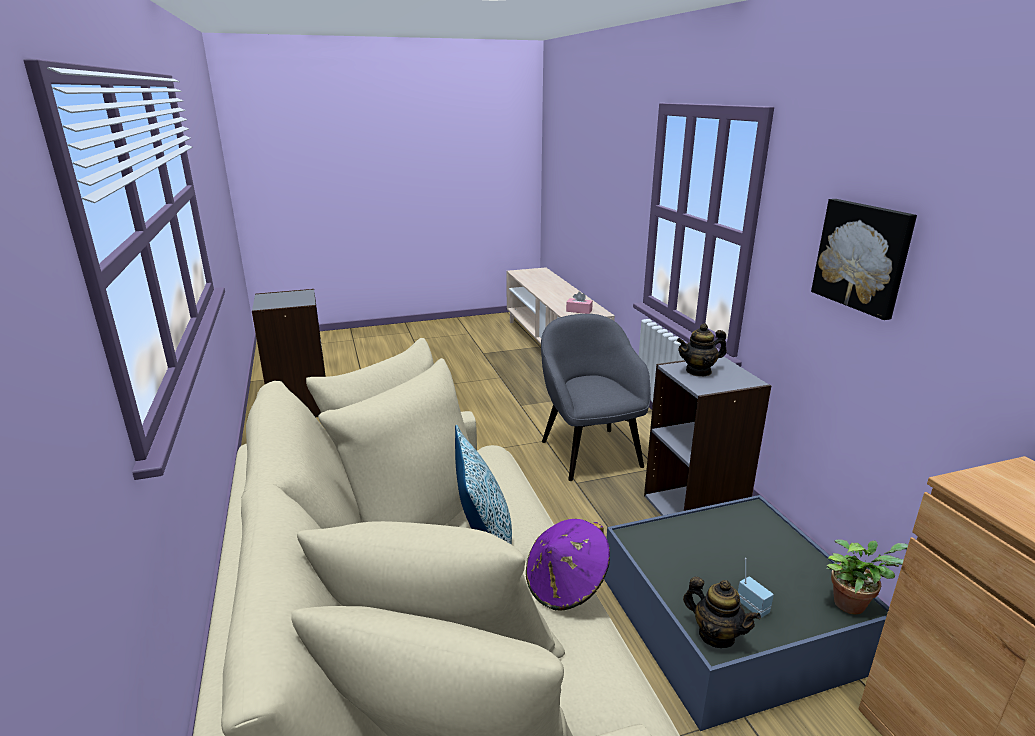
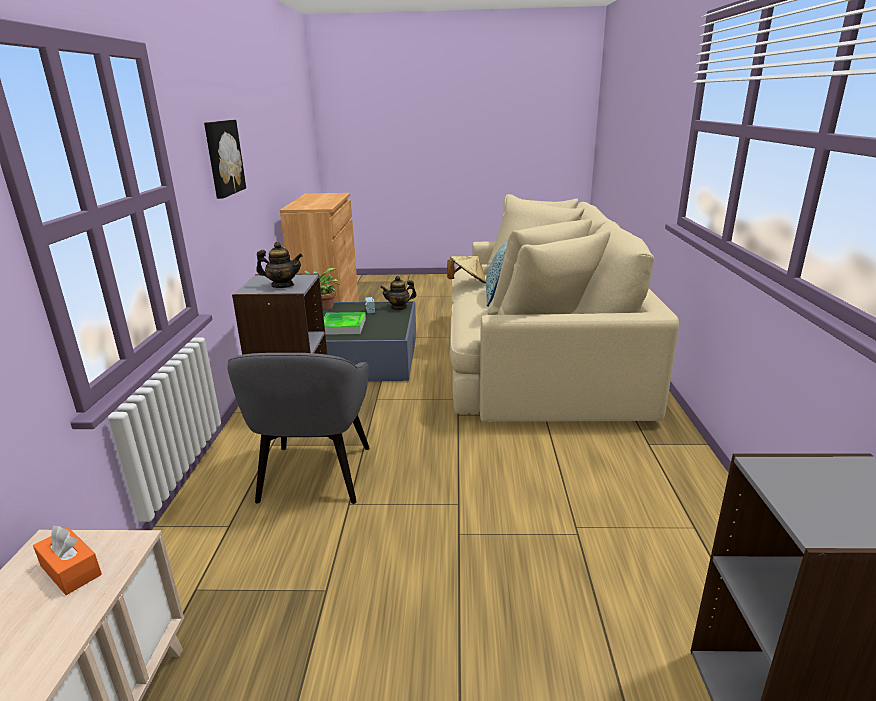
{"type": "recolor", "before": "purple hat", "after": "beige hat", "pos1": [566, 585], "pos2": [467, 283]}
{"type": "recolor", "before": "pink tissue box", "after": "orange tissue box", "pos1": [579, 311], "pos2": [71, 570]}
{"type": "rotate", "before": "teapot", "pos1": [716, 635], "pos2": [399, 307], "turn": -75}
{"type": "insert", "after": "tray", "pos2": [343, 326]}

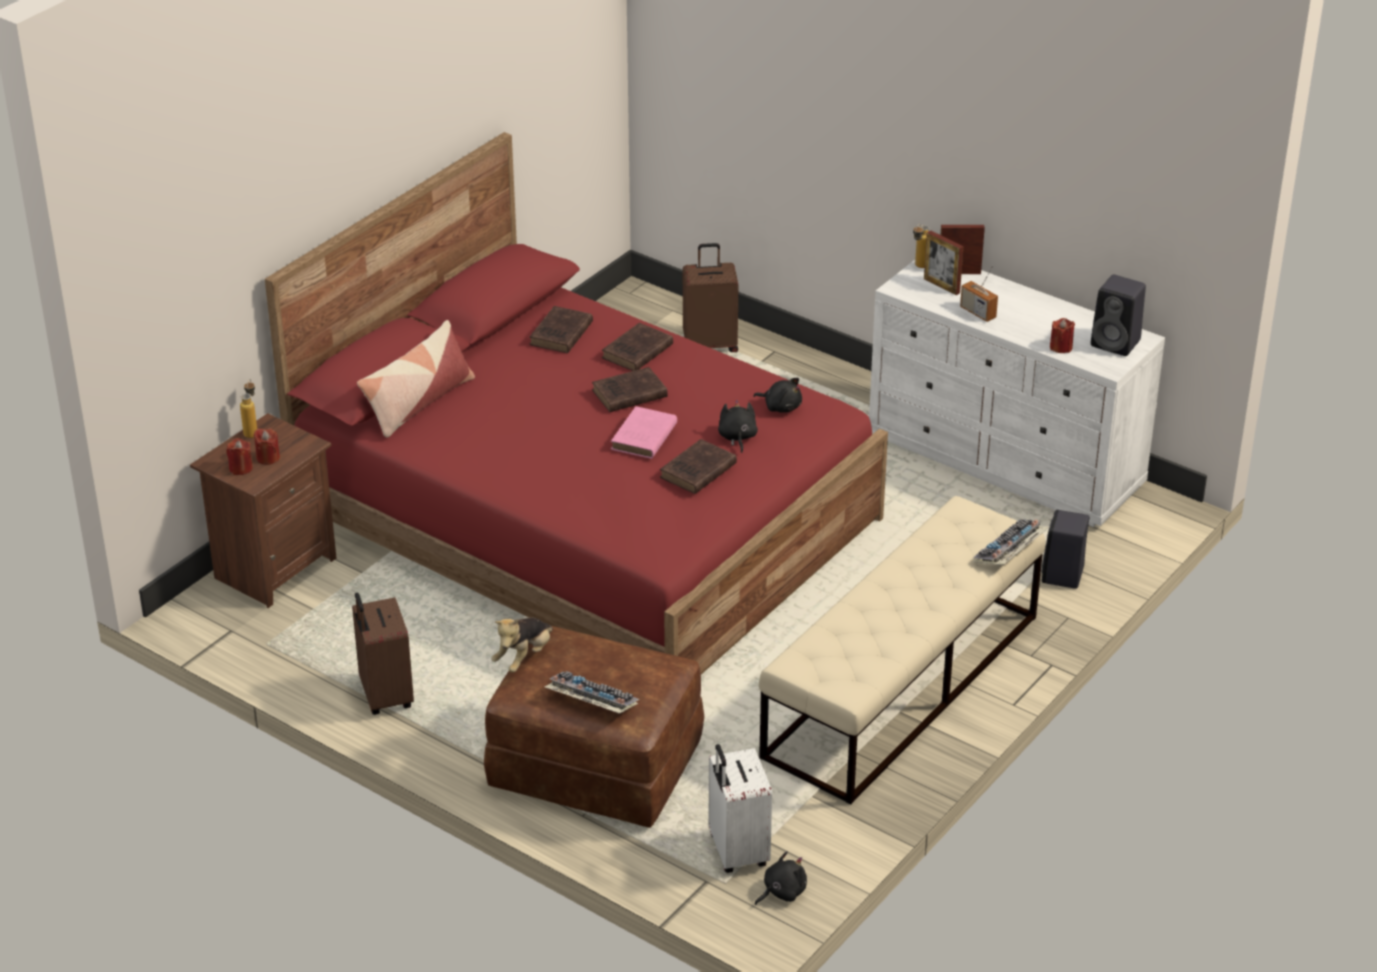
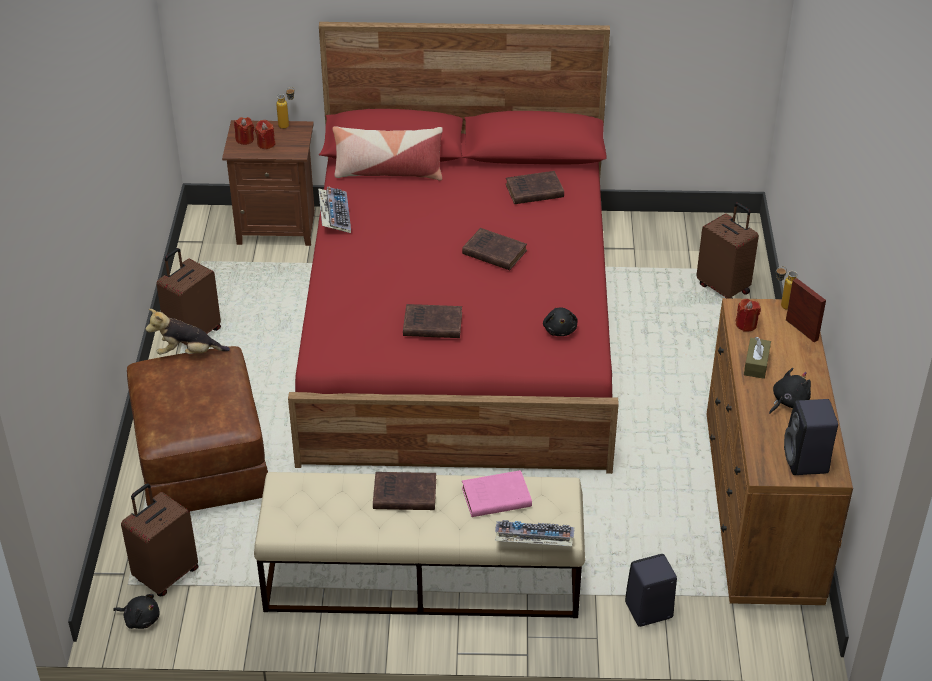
{"type": "move", "before": "keyboard", "pos1": [590, 701], "pos2": [334, 214]}
{"type": "move", "before": "brown book", "pos1": [636, 352], "pos2": [403, 494]}
{"type": "move", "before": "pink book", "pos1": [643, 438], "pos2": [494, 497]}
{"type": "recolor", "before": "white suitcase", "after": "brown suitcase", "pos1": [736, 852], "pos2": [166, 574]}
{"type": "move", "before": "black plush toy", "pos1": [737, 437], "pos2": [788, 402]}
{"type": "recolor", "before": "white dresser", "after": "brown dresser", "pos1": [1007, 461], "pos2": [761, 510]}
{"type": "delete", "before": "picture frame", "pos1": [941, 286]}
{"type": "replace", "before": "radio", "after": "brown tissue box", "pos1": [978, 312], "pos2": [756, 364]}
{"type": "move", "before": "red candle", "pos1": [1061, 347], "pos2": [746, 325]}

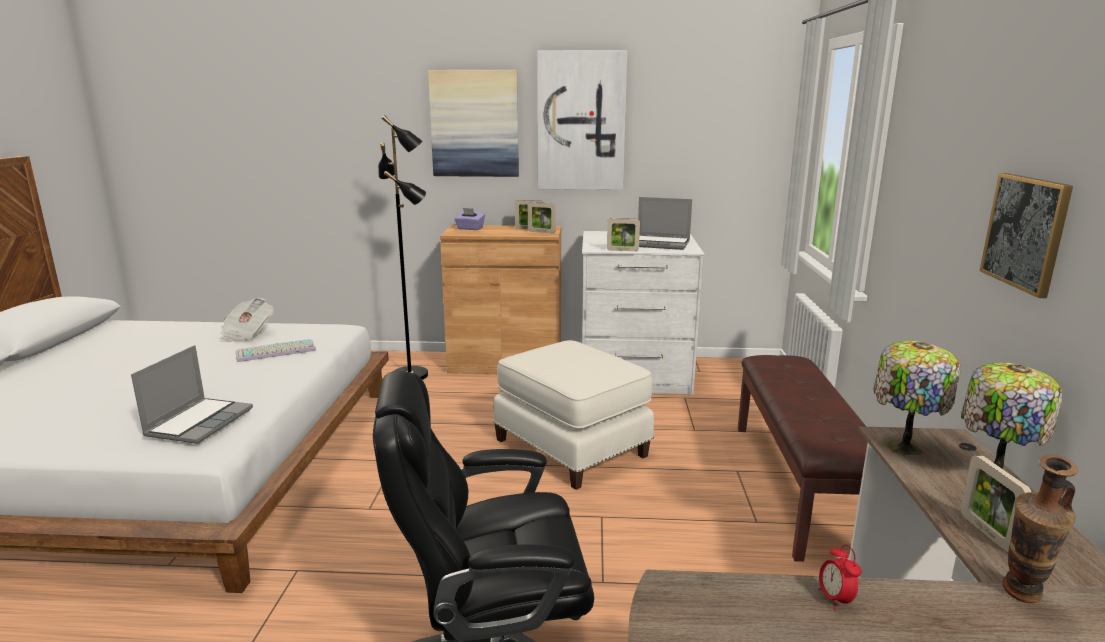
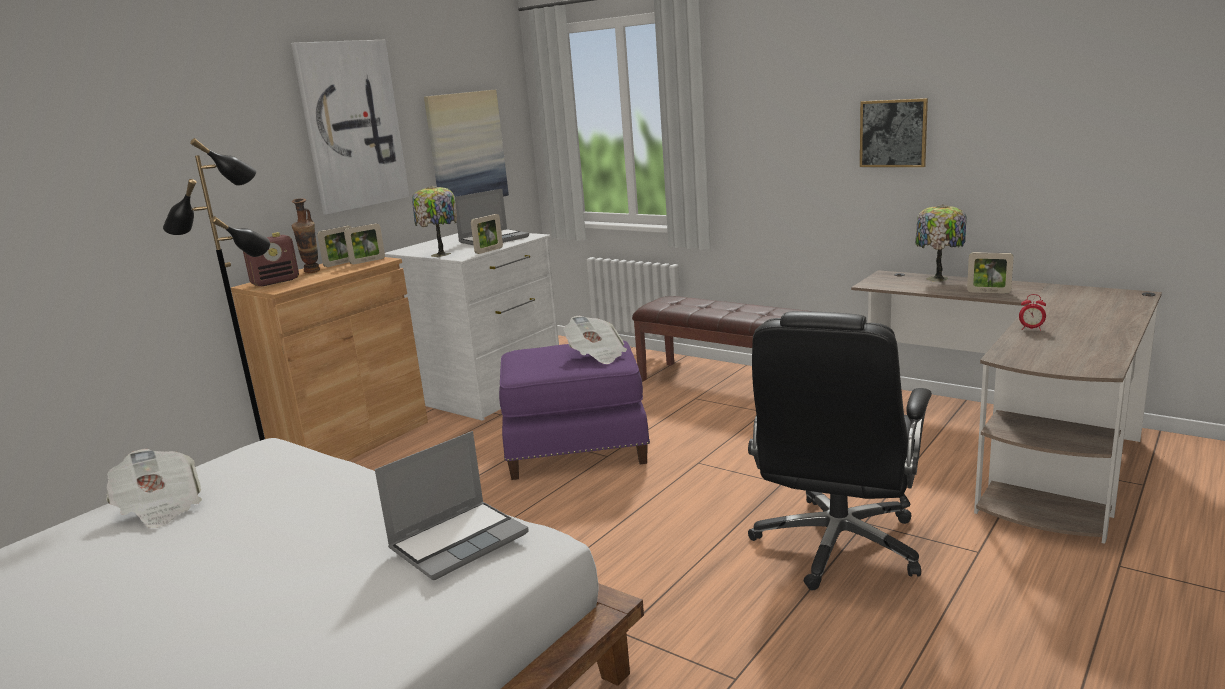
{"type": "rotate", "before": "laptop", "pos1": [199, 422], "pos2": [459, 540], "turn": 90}
{"type": "delete", "before": "keyboard", "pos1": [275, 352]}
{"type": "move", "before": "picture", "pos1": [474, 124], "pos2": [466, 148]}
{"type": "replace", "before": "purple tissue box", "after": "radio", "pos1": [470, 228], "pos2": [276, 282]}
{"type": "recolor", "before": "white ottoman", "after": "purple ottoman", "pos1": [572, 447], "pos2": [576, 448]}
{"type": "move", "before": "table lamp", "pos1": [902, 448], "pos2": [440, 255]}
{"type": "move", "before": "vase", "pos1": [1020, 599], "pos2": [312, 272]}
{"type": "insert", "after": "newspaper", "pos2": [596, 355]}

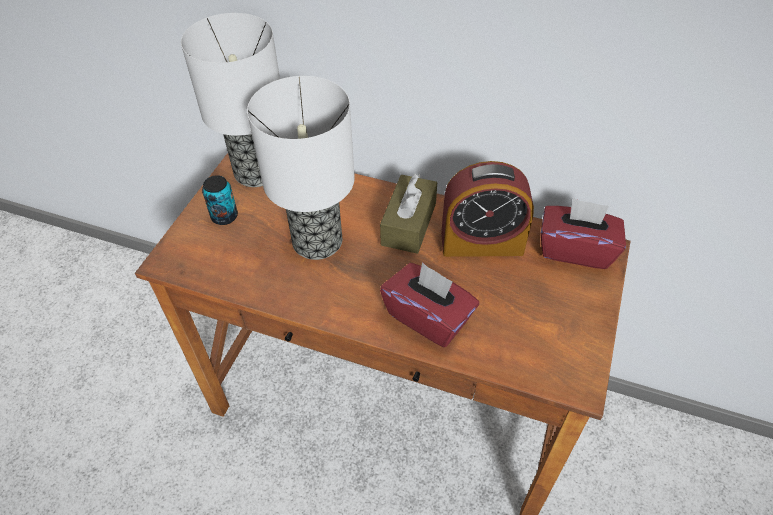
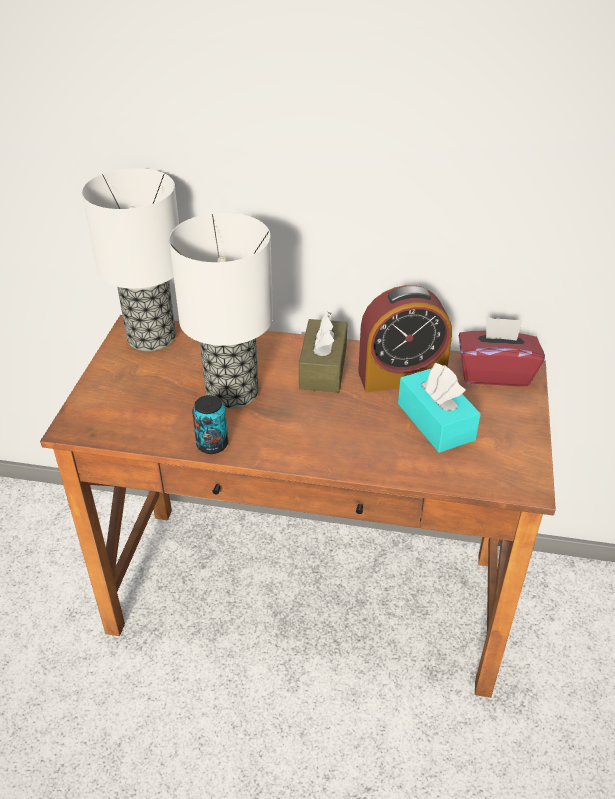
{"type": "move", "before": "can", "pos1": [224, 216], "pos2": [212, 444]}
{"type": "delete", "before": "red tissue box", "pos1": [428, 317]}
{"type": "insert", "after": "turquoise tissue box", "pos2": [435, 421]}

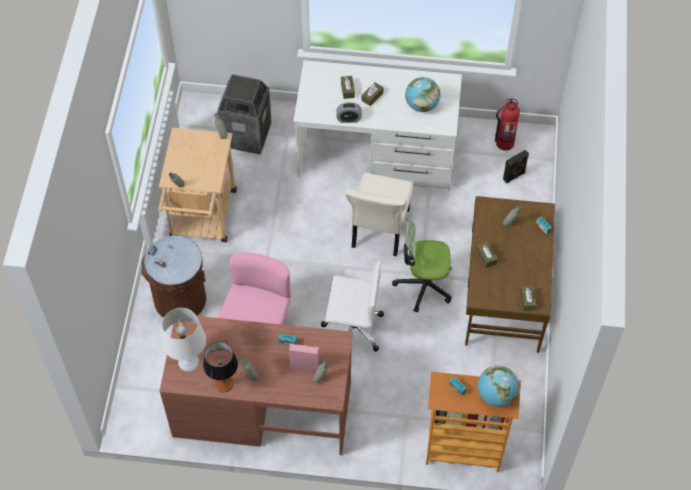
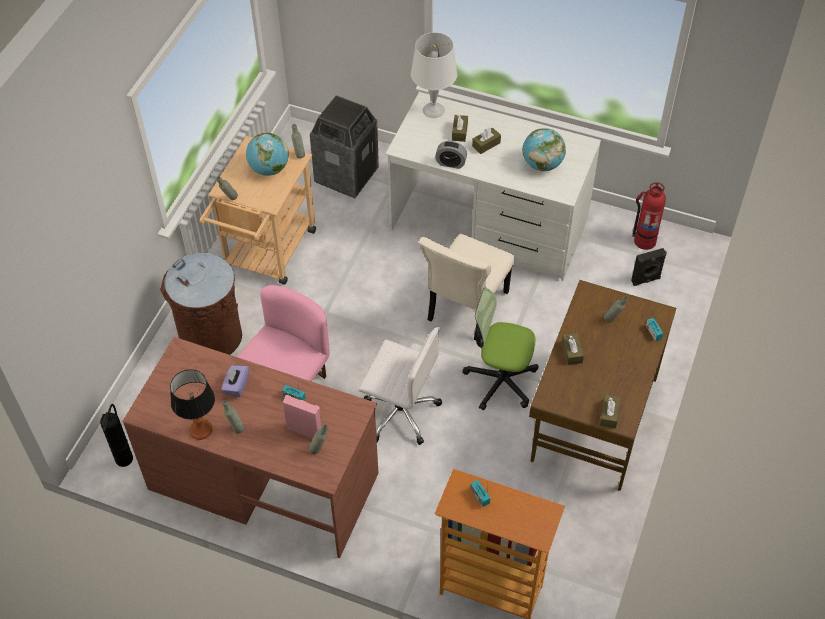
{"type": "move", "before": "white table lamp", "pos1": [188, 362], "pos2": [433, 110]}
{"type": "move", "before": "globe", "pos1": [496, 395], "pos2": [269, 169]}
{"type": "insert", "after": "fire extinguisher", "pos2": [124, 458]}
{"type": "insert", "after": "purple tissue box", "pos2": [236, 386]}

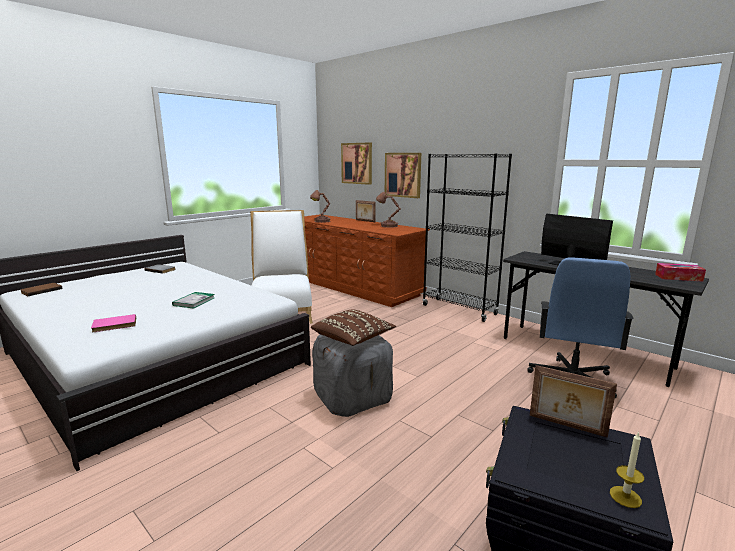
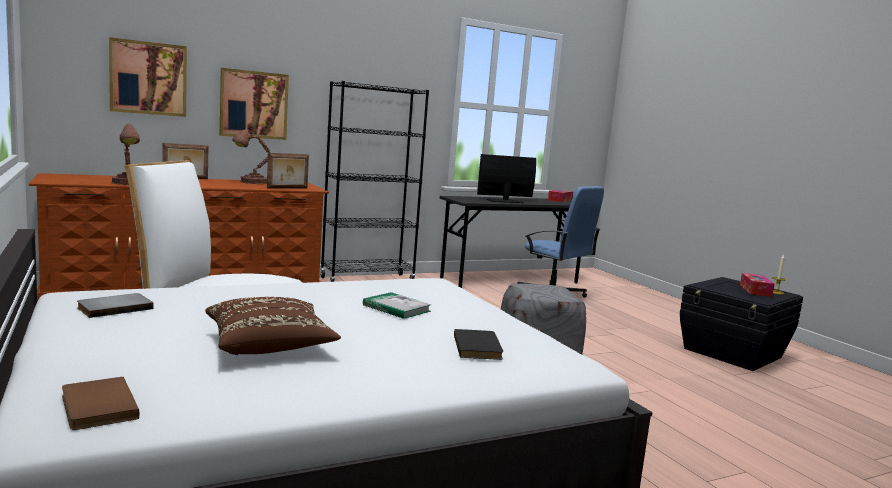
{"type": "recolor", "before": "pink book", "after": "black book", "pos1": [114, 325], "pos2": [479, 347]}
{"type": "move", "before": "brown pillow", "pos1": [353, 339], "pos2": [270, 346]}
{"type": "move", "before": "picture frame", "pos1": [566, 426], "pos2": [287, 188]}
{"type": "insert", "after": "tissue box", "pos2": [755, 290]}

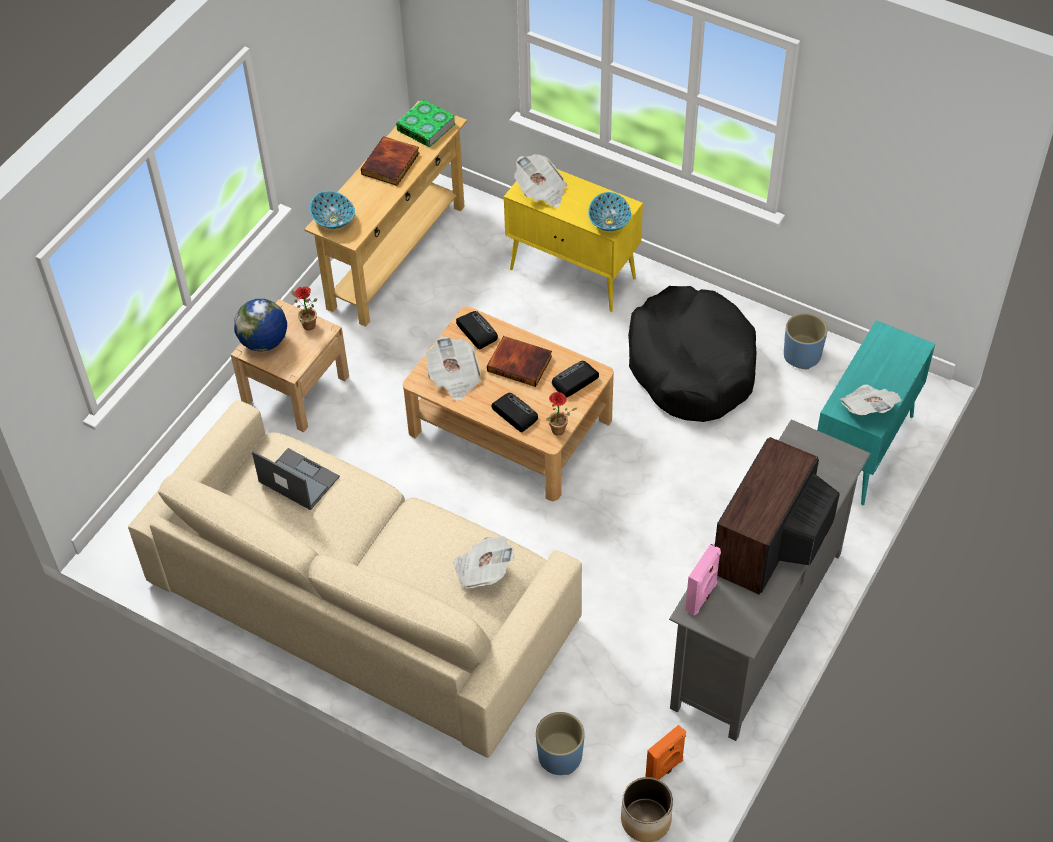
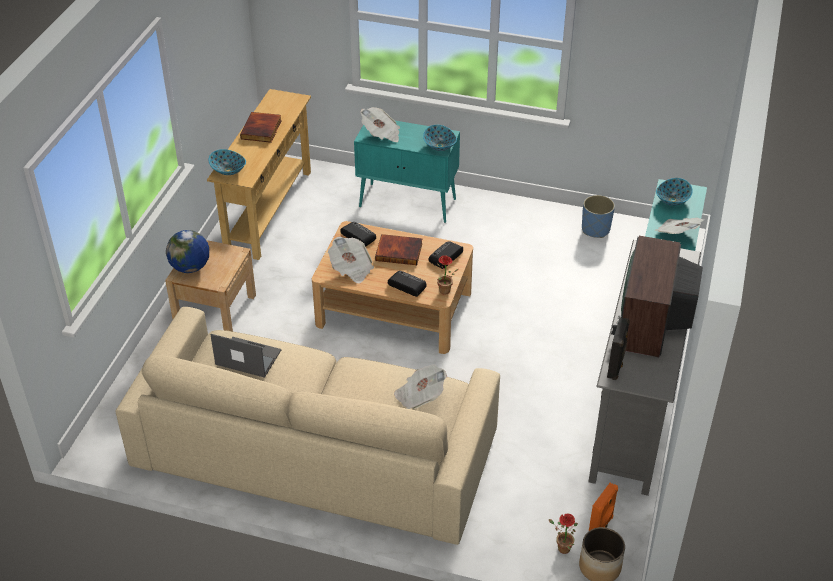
{"type": "move", "before": "potted plant", "pos1": [306, 324], "pos2": [561, 548]}
{"type": "delete", "before": "book", "pos1": [426, 127]}
{"type": "recolor", "before": "yellow cabinet", "after": "turquoise cabinet", "pos1": [574, 274], "pos2": [408, 203]}
{"type": "delete", "before": "blue planter", "pos1": [559, 756]}
{"type": "delete", "before": "black dog bed", "pos1": [691, 366]}
{"type": "recolor", "before": "pink speaker", "after": "black speaker", "pos1": [702, 597], "pos2": [616, 366]}
{"type": "insert", "after": "bowl", "pos2": [672, 200]}

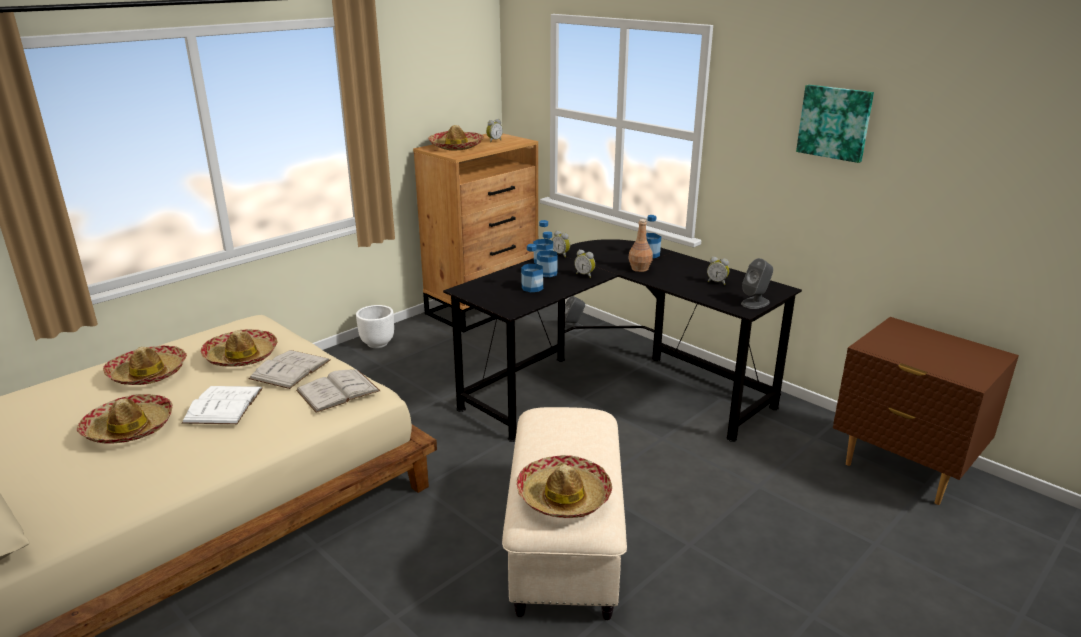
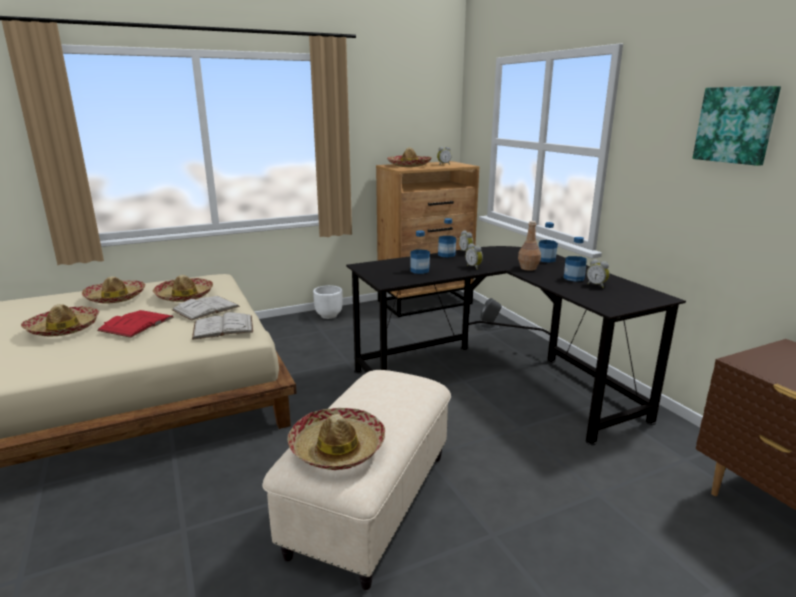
{"type": "recolor", "before": "white book", "after": "red book", "pos1": [223, 405], "pos2": [136, 324]}
{"type": "move", "before": "bottle", "pos1": [547, 273], "pos2": [574, 278]}
{"type": "delete", "before": "grey speaker", "pos1": [755, 303]}

